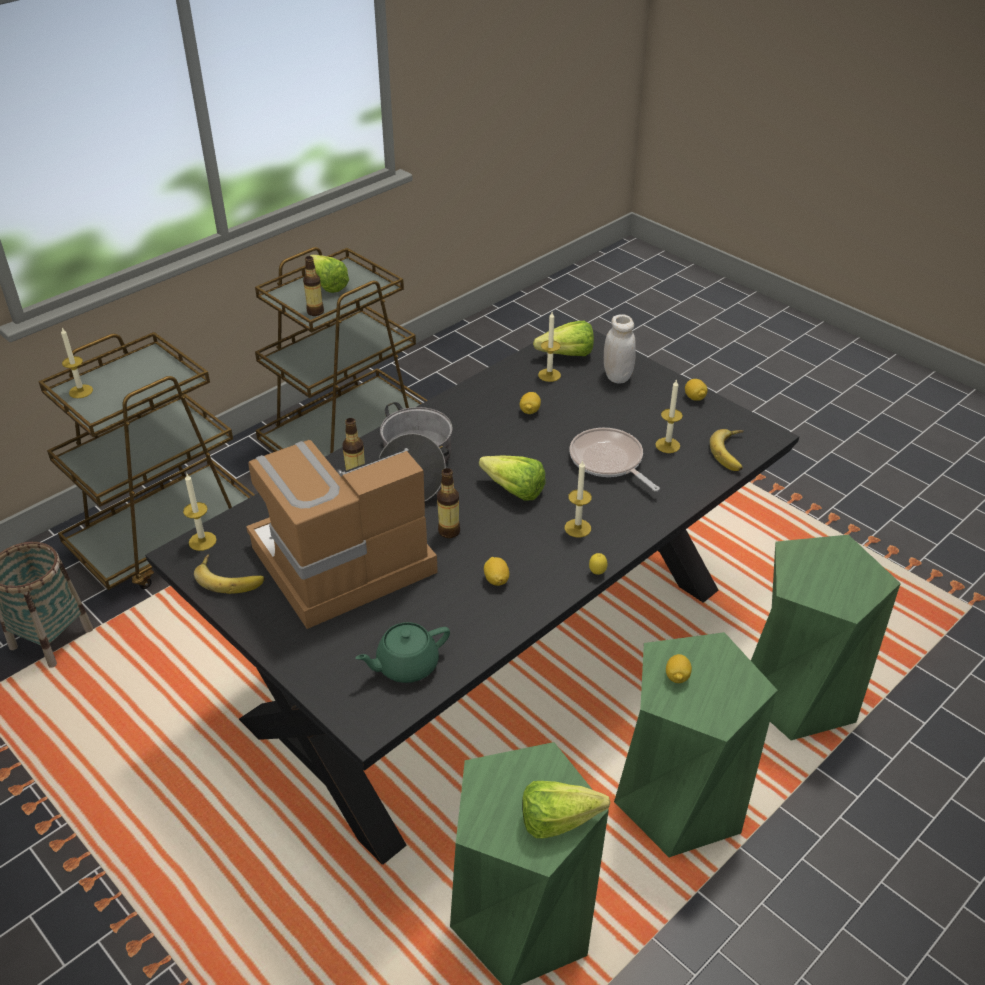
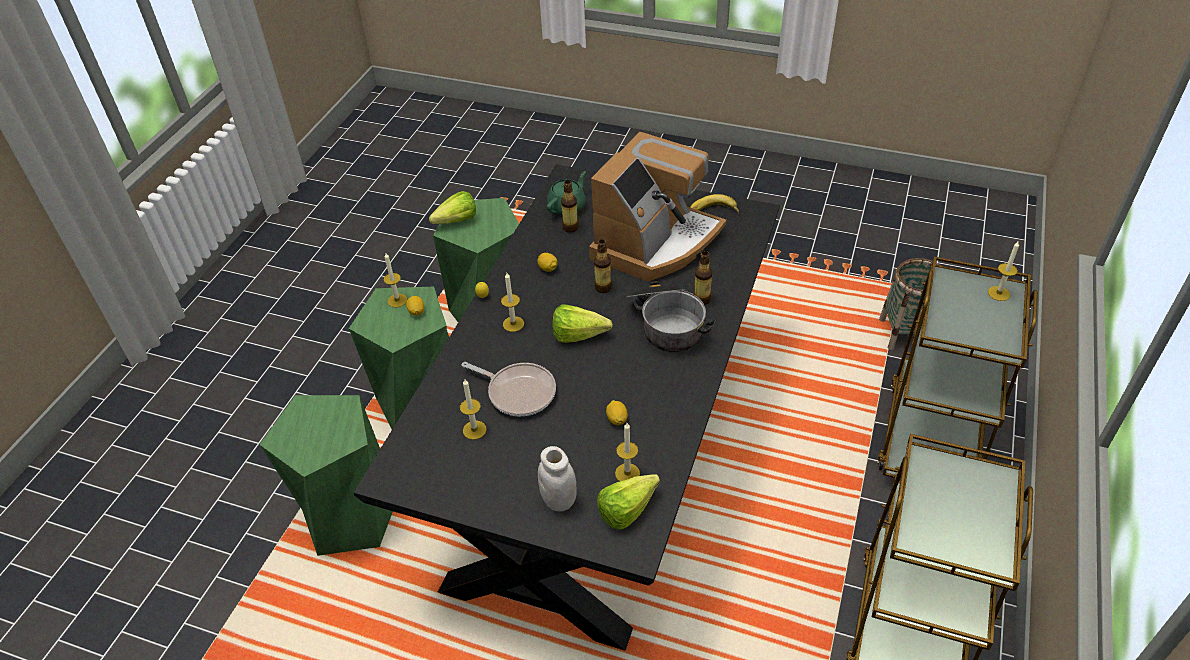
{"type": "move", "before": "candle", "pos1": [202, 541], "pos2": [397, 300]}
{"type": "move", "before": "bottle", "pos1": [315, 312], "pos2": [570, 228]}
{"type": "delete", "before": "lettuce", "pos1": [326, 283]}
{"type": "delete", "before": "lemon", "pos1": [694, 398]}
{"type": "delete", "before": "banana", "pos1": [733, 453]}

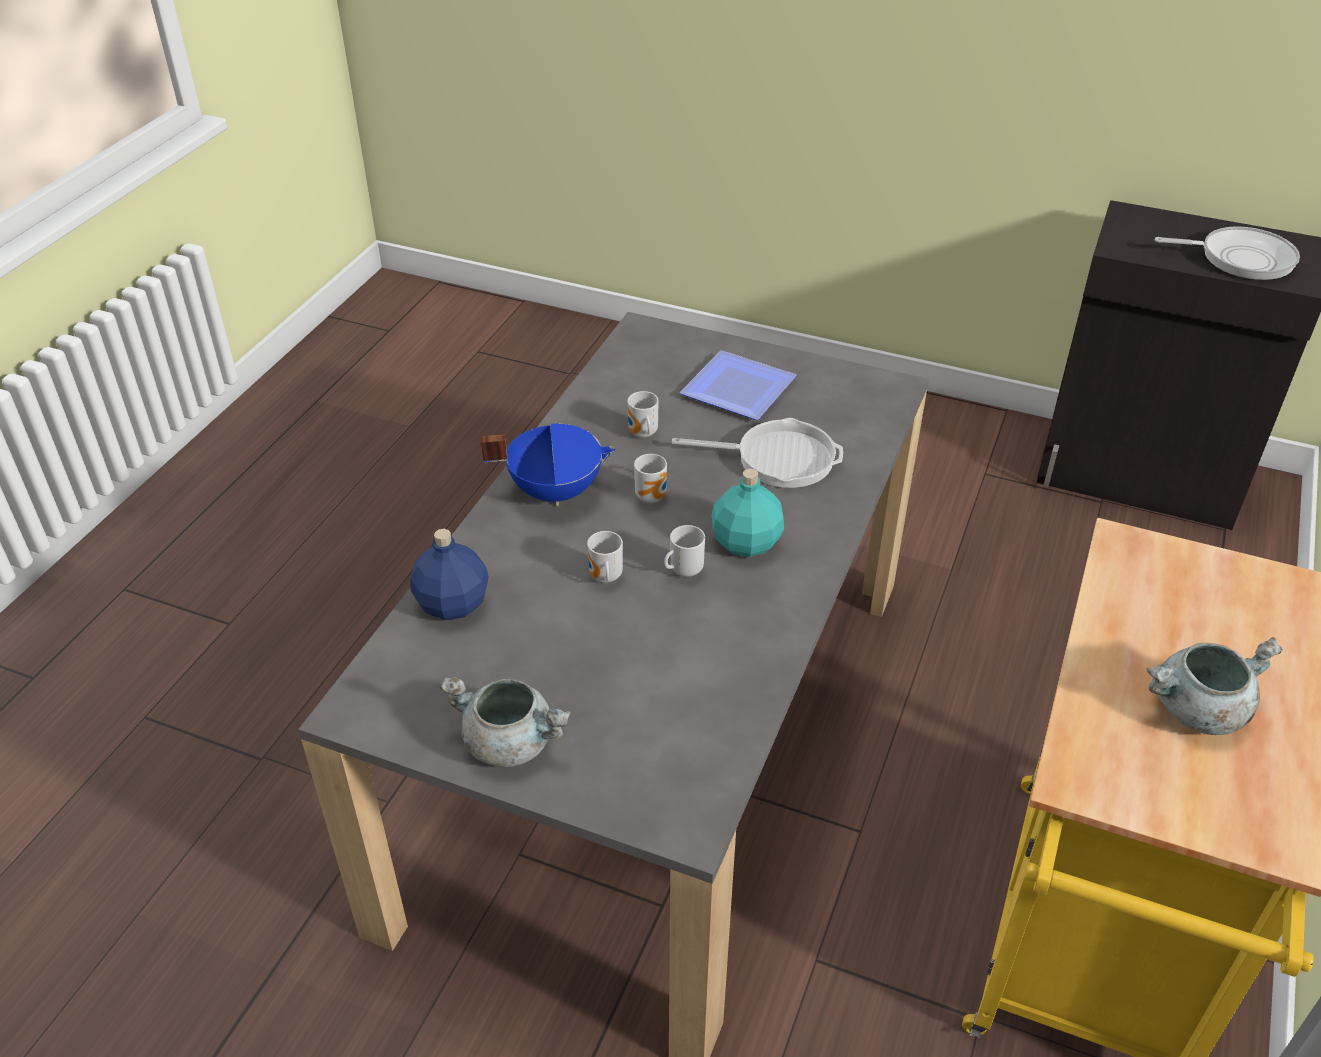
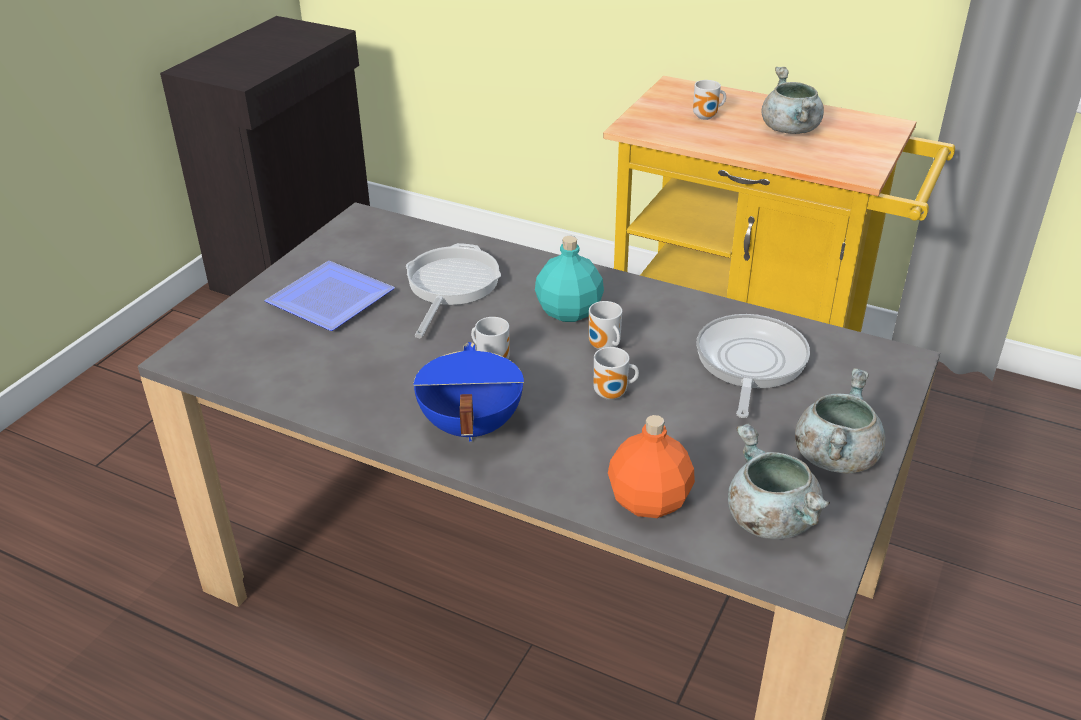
{"type": "recolor", "before": "blue bottle", "after": "orange bottle", "pos1": [454, 604], "pos2": [649, 500]}
{"type": "move", "before": "mug", "pos1": [642, 434], "pos2": [707, 117]}
{"type": "move", "before": "frying pan", "pos1": [1240, 259], "pos2": [749, 363]}
{"type": "insert", "after": "grey cooking pot", "pos2": [768, 518]}

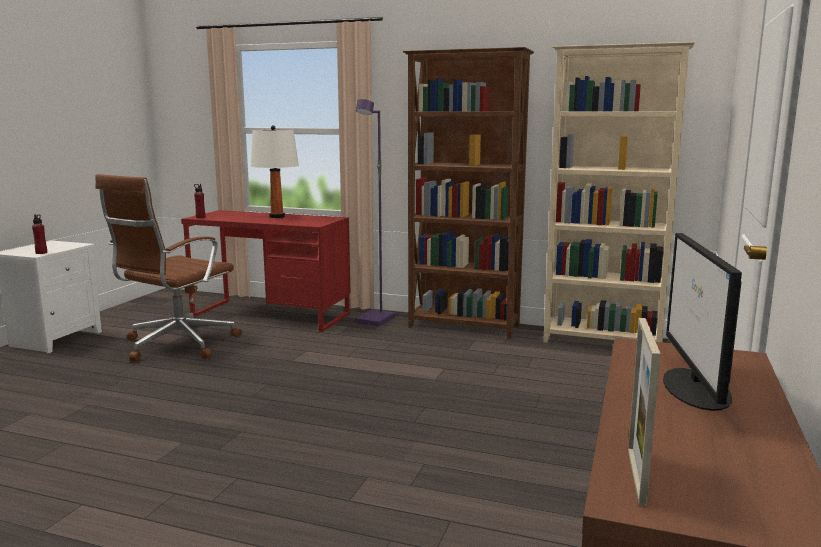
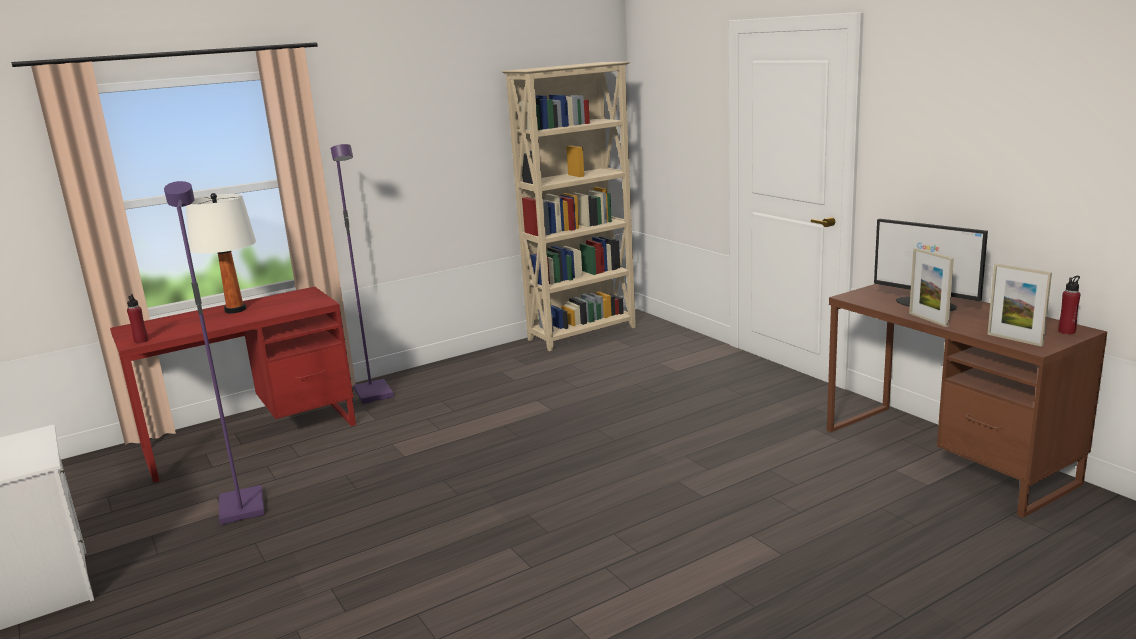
{"type": "move", "before": "red bottle", "pos1": [41, 253], "pos2": [1066, 331]}
{"type": "replace", "before": "brown office chair", "after": "purple floor lamp", "pos1": [177, 345], "pos2": [240, 507]}
{"type": "delete", "before": "brown bookcase", "pos1": [464, 327]}
{"type": "insert", "after": "picture frame", "pos2": [928, 319]}

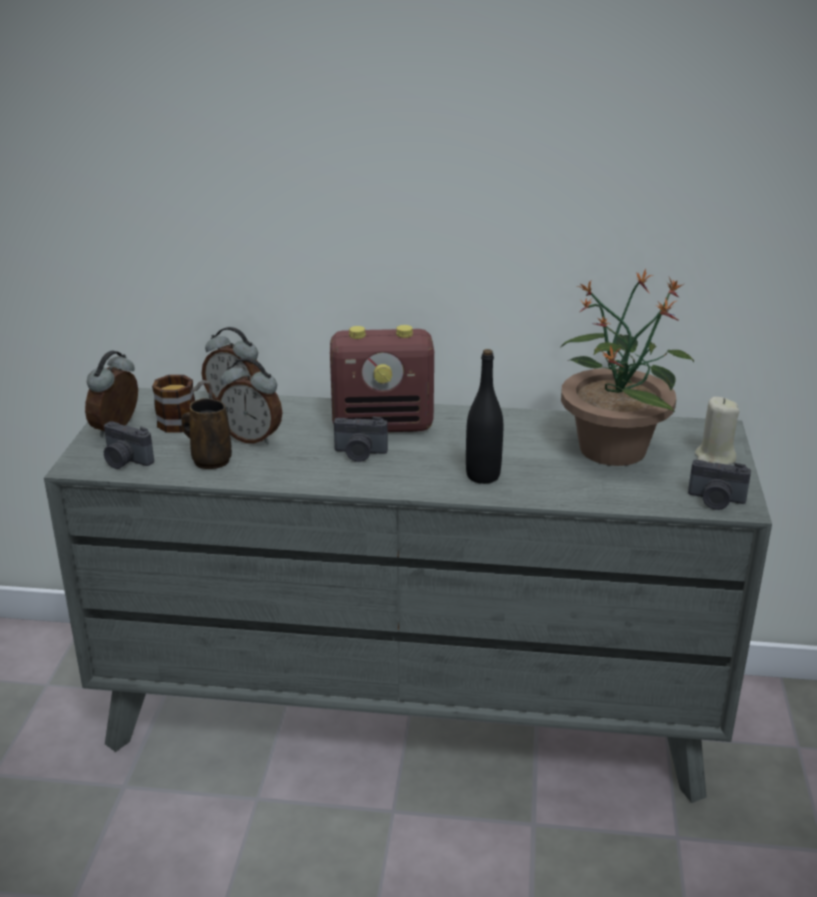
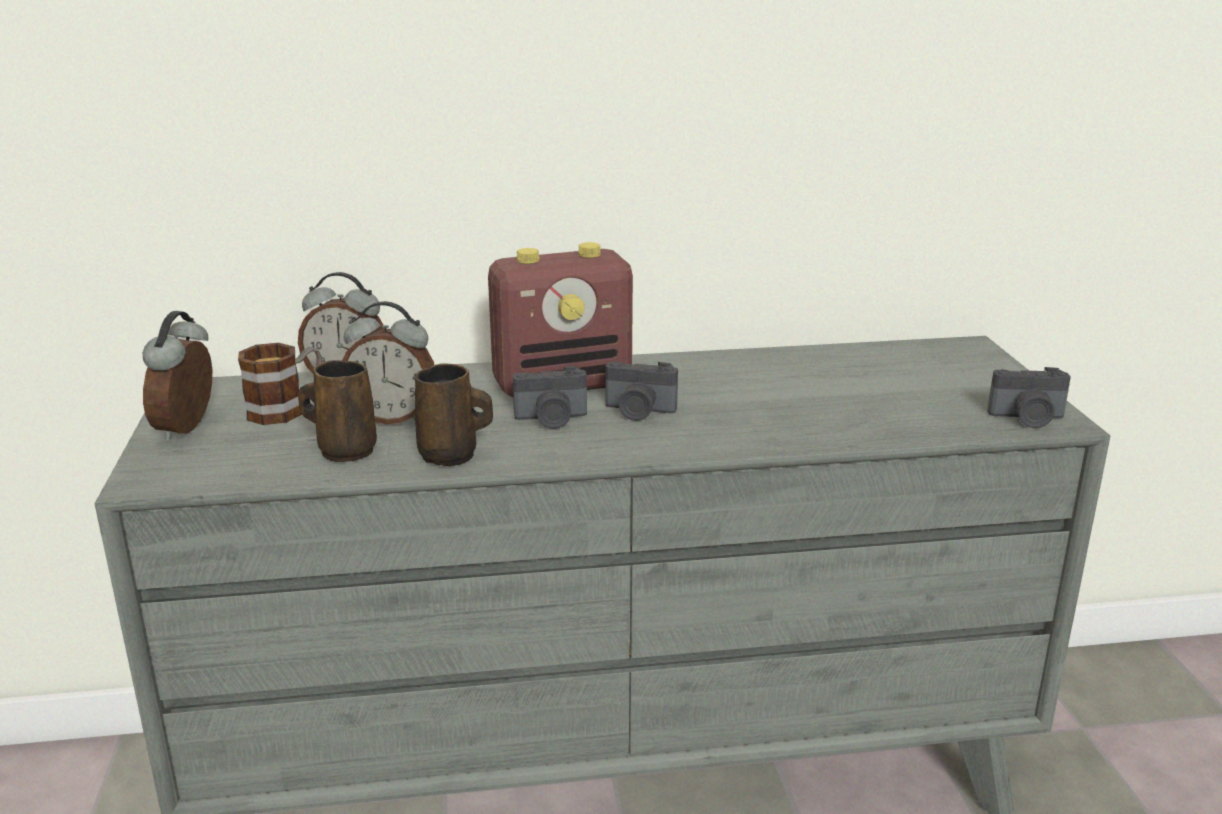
{"type": "move", "before": "photo camera", "pos1": [125, 461], "pos2": [638, 411]}
{"type": "delete", "before": "black bottle", "pos1": [483, 476]}
{"type": "delete", "before": "potted plant", "pos1": [613, 448]}
{"type": "delete", "before": "beige candle", "pos1": [714, 457]}
{"type": "insert", "after": "brown mug", "pos2": [452, 456]}

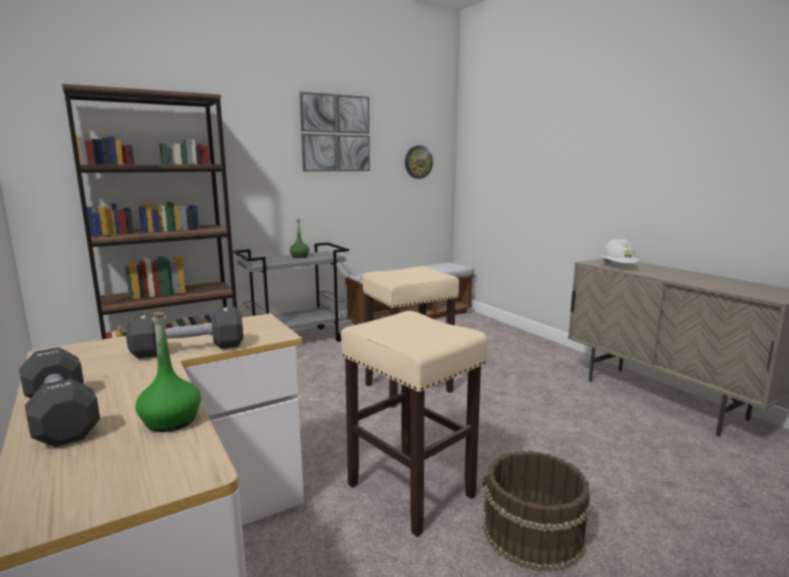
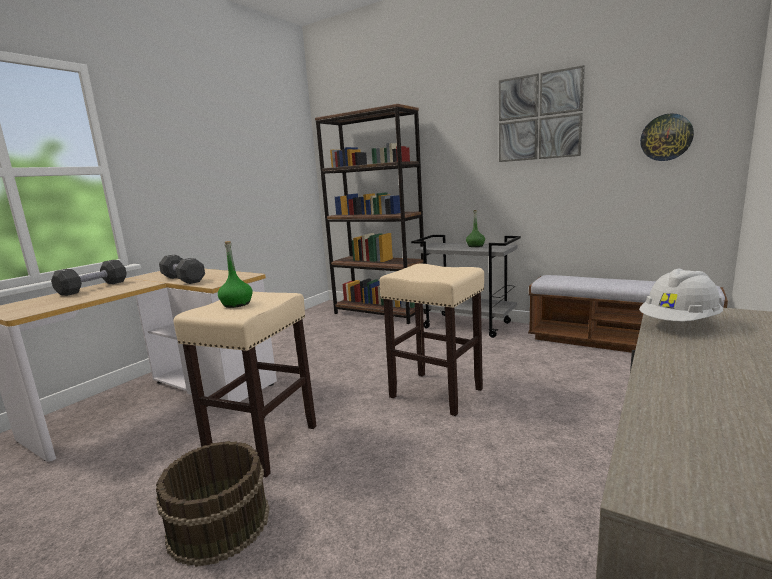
{"type": "move", "before": "green bottle", "pos1": [171, 421], "pos2": [237, 304]}

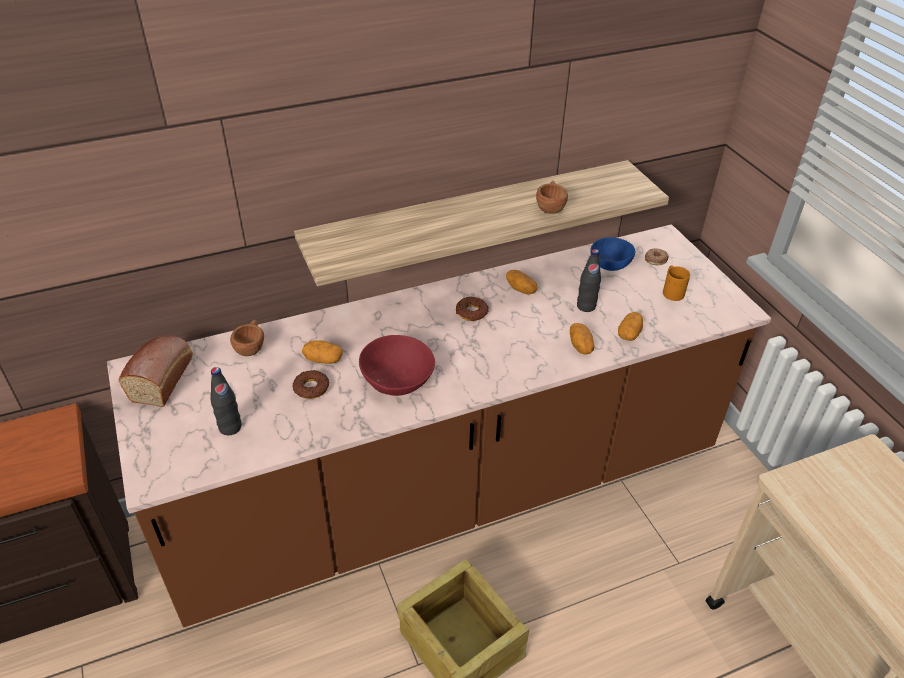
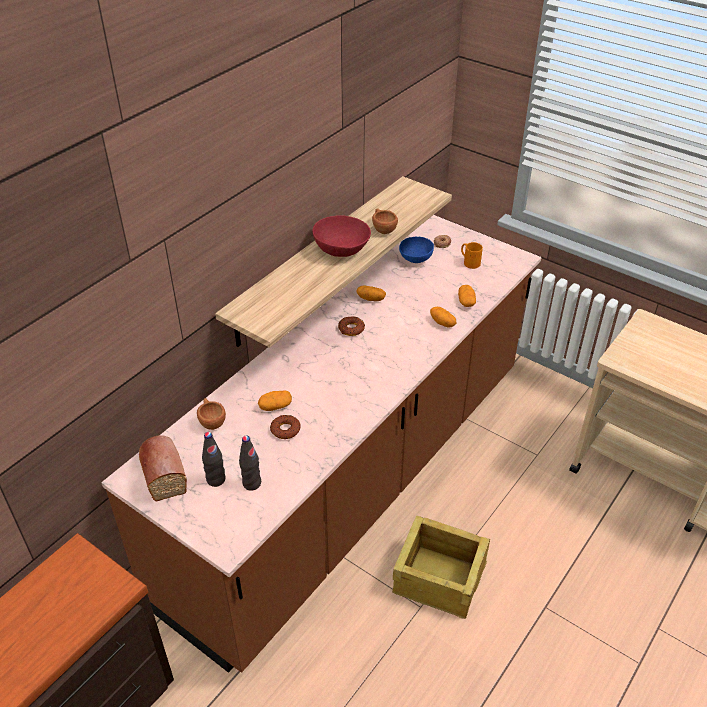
{"type": "move", "before": "red bowl", "pos1": [397, 380], "pos2": [341, 249]}
{"type": "move", "before": "black bottle", "pos1": [586, 306], "pos2": [216, 480]}

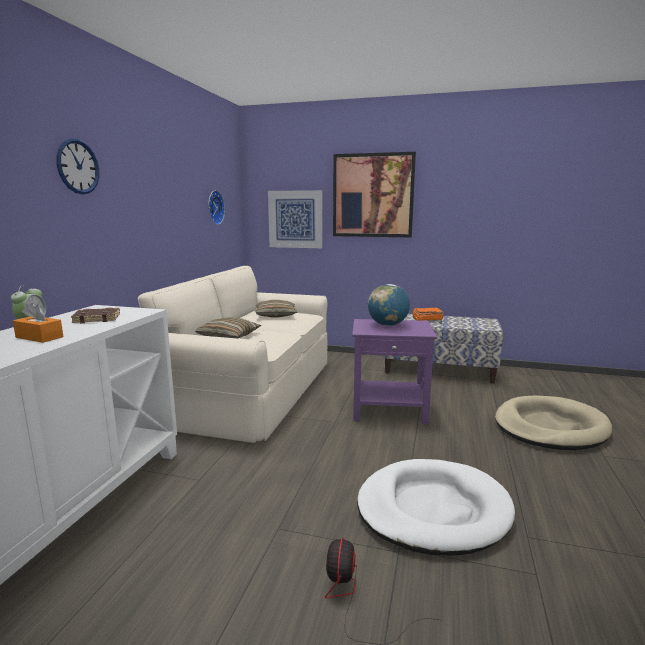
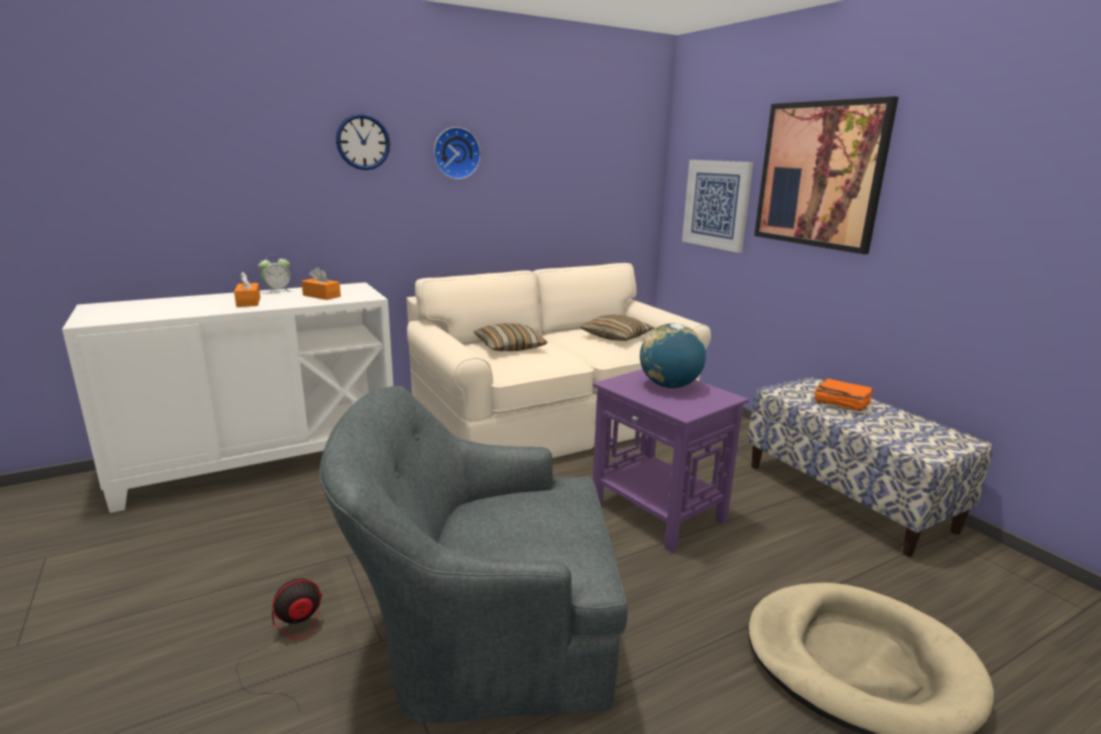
{"type": "replace", "before": "brown book", "after": "orange tissue box", "pos1": [97, 319], "pos2": [321, 296]}
{"type": "move", "before": "wall clock", "pos1": [214, 207], "pos2": [455, 153]}
{"type": "replace", "before": "white dog bed", "after": "grey armchair", "pos1": [432, 510], "pos2": [481, 634]}

